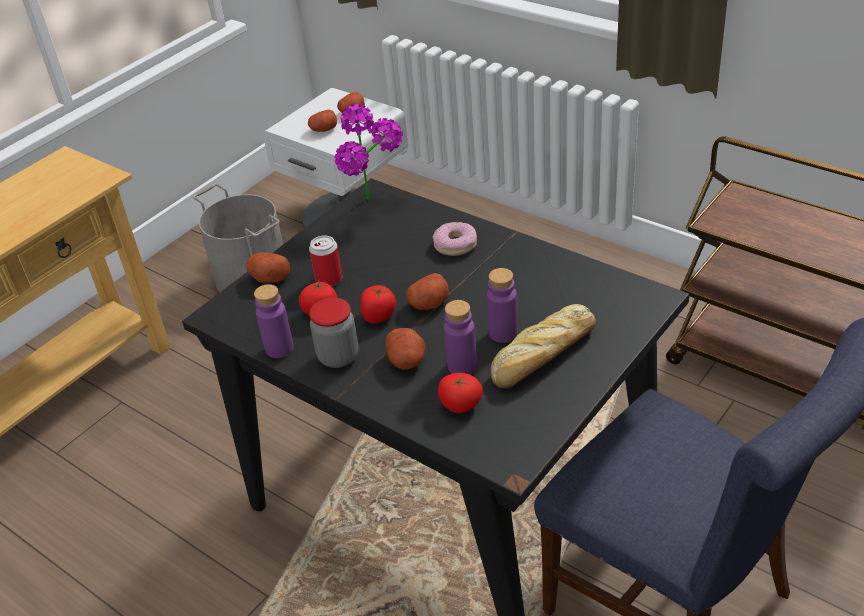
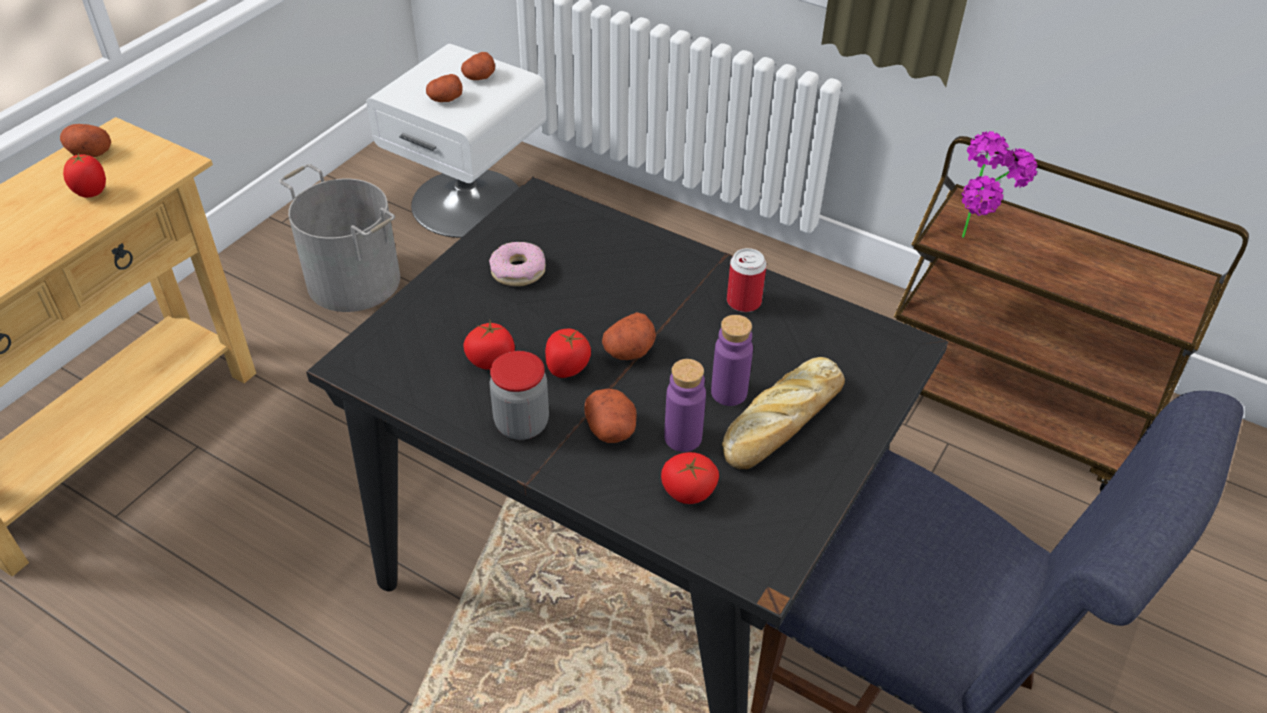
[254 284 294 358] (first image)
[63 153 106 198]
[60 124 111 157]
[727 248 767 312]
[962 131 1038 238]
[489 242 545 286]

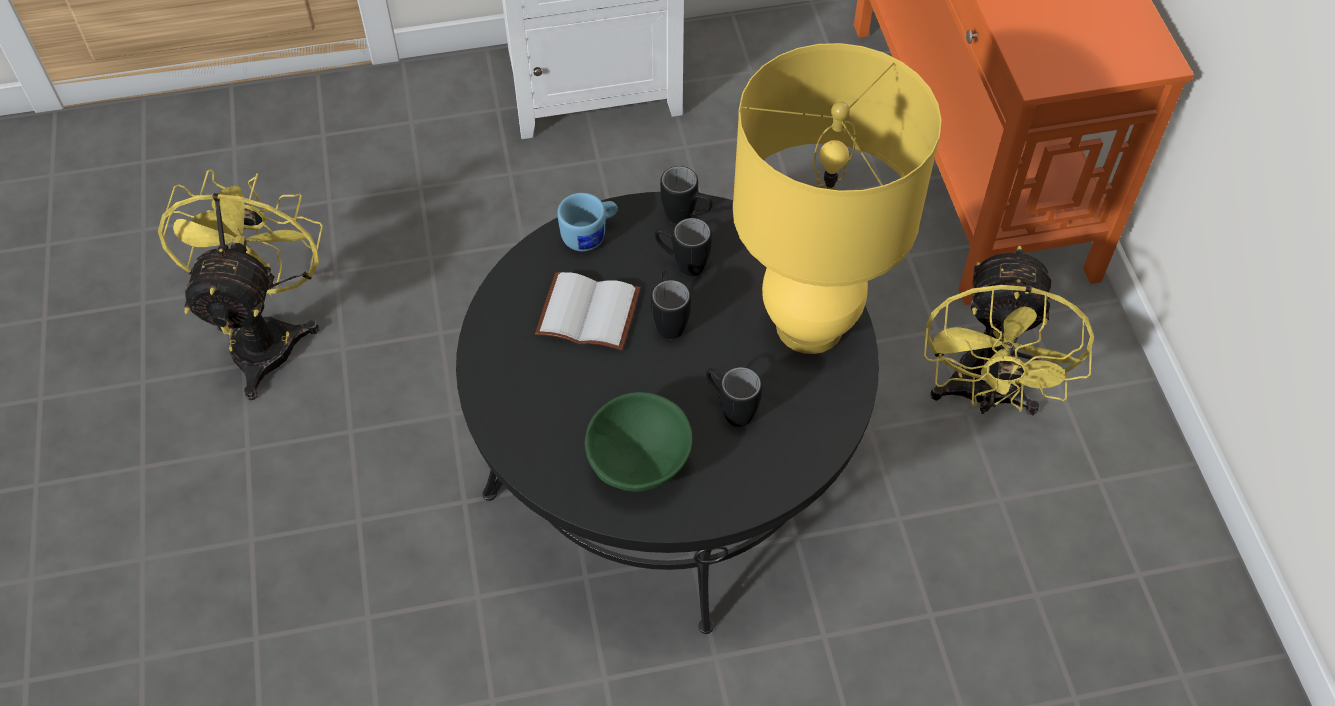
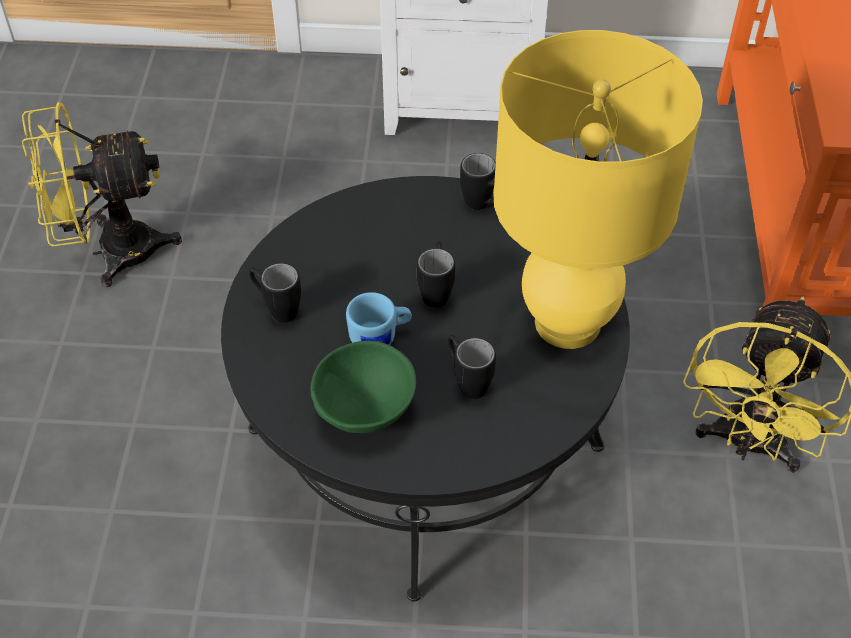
[535 272 640 351] (first image)
[346 292 412 345]
[249 263 301 323]
[22 102 182 287]

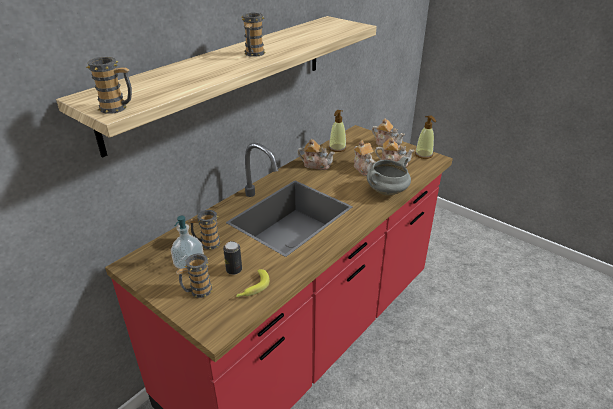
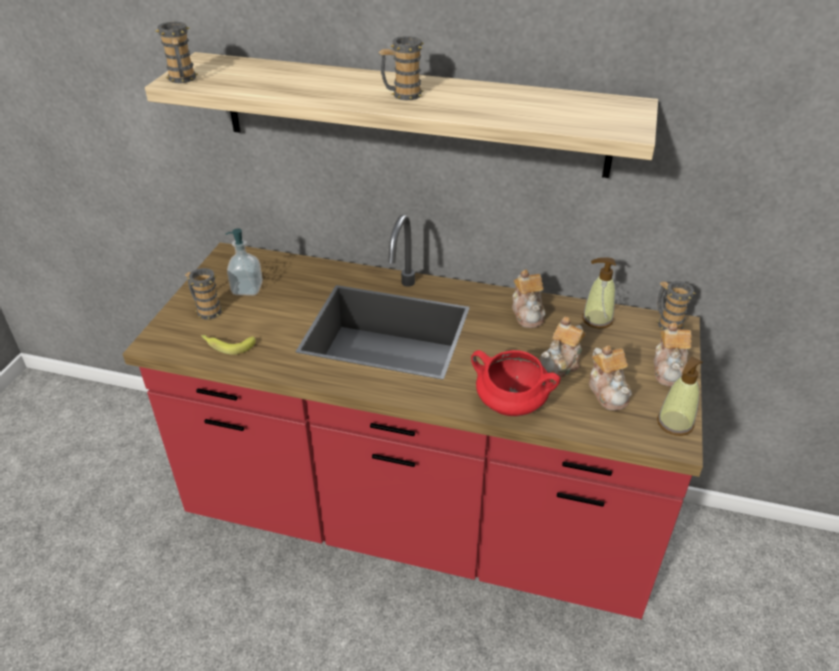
[223 241 242 275] (first image)
[657 281 695 330]
[471 350 560 416]

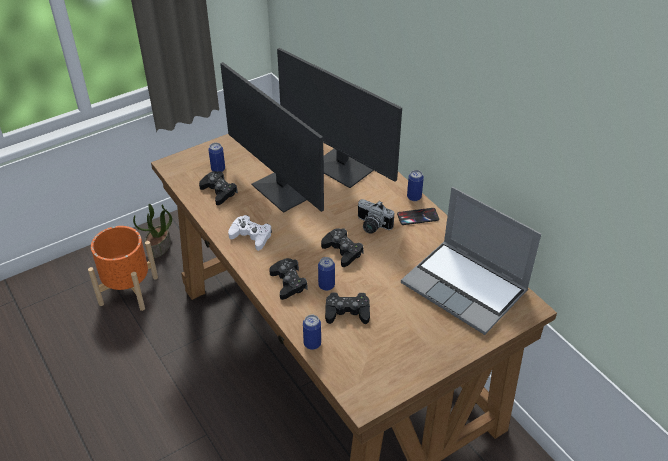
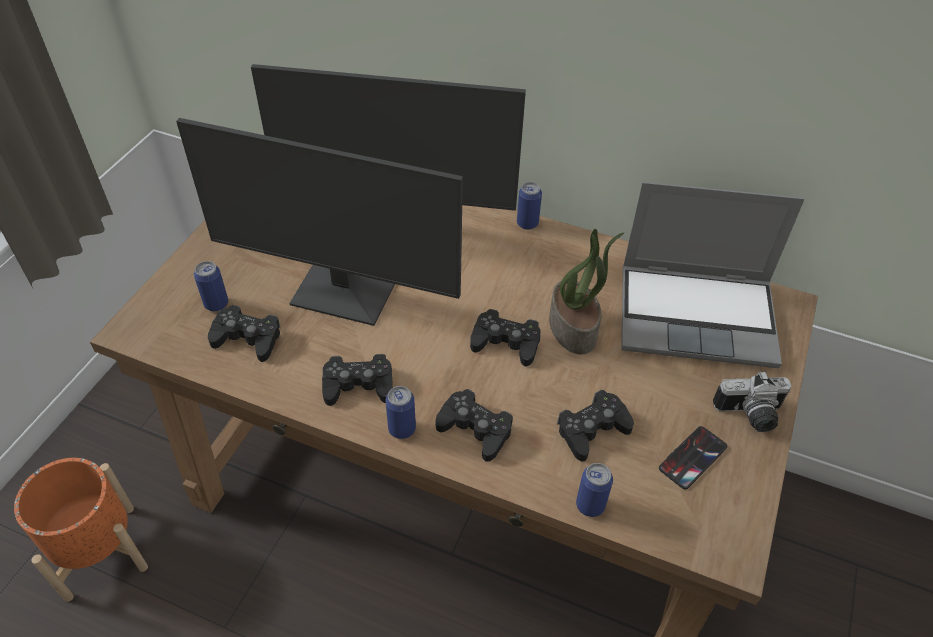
[549 229 624 355]
[385 386 416 439]
[713 371 791 432]
[659 426 727 489]
[322 354 393 406]

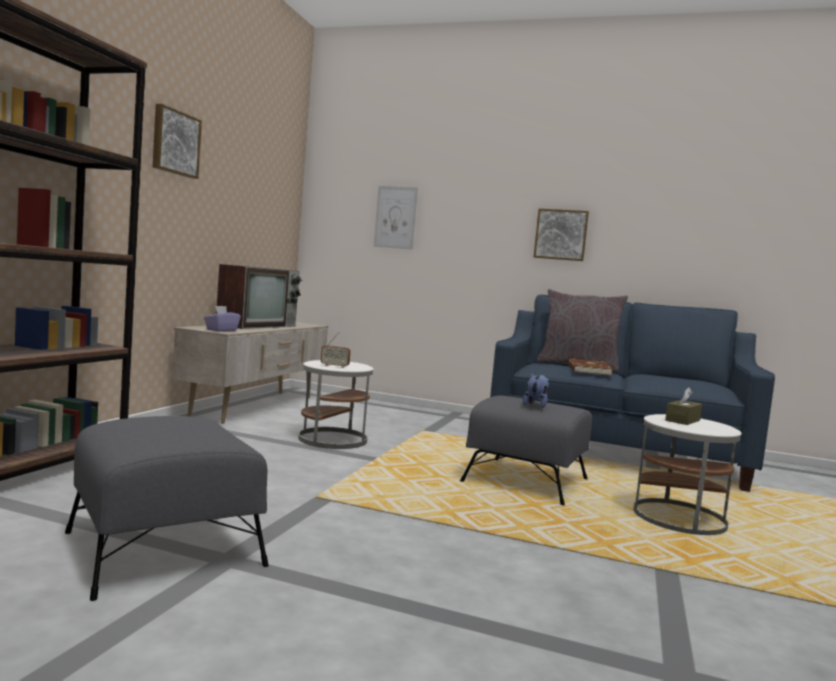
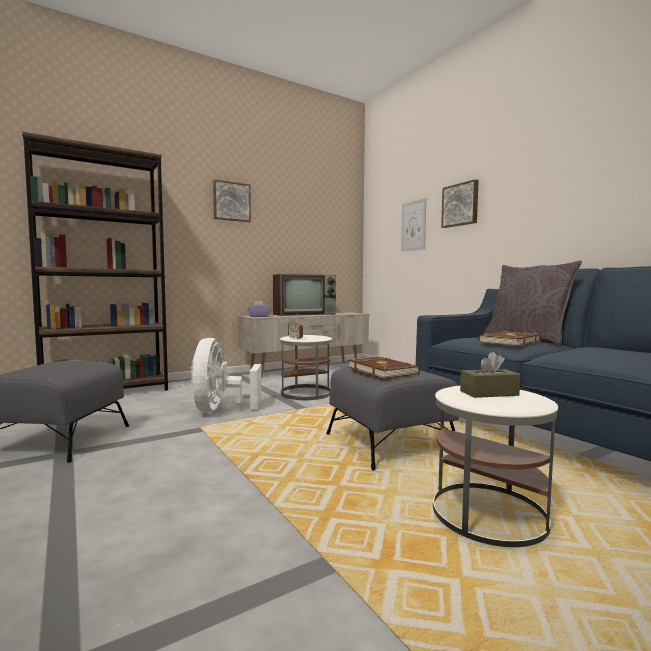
[191 338 262 412]
[441 179 479 228]
[348 356 420 379]

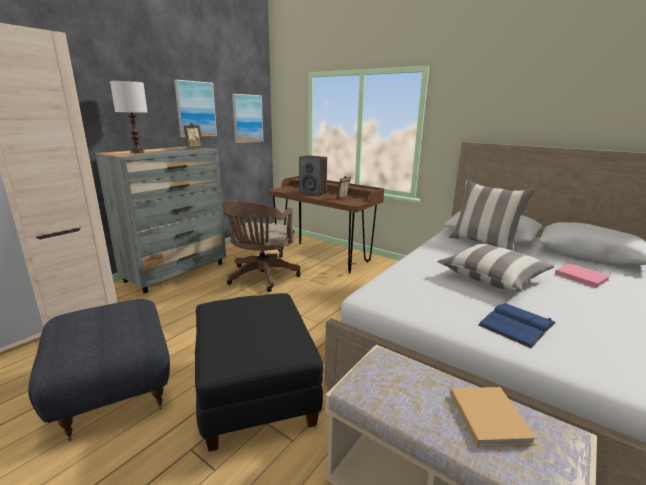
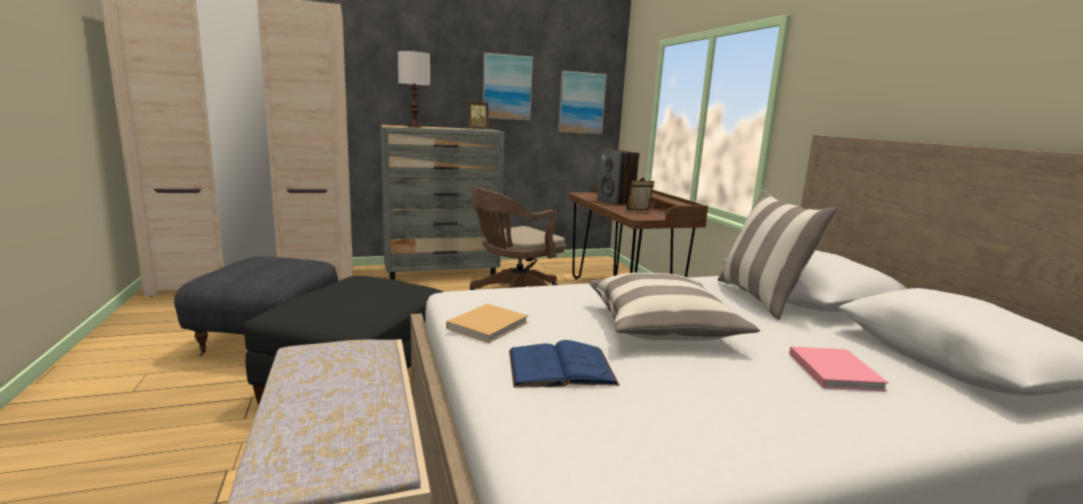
[446 304 528 343]

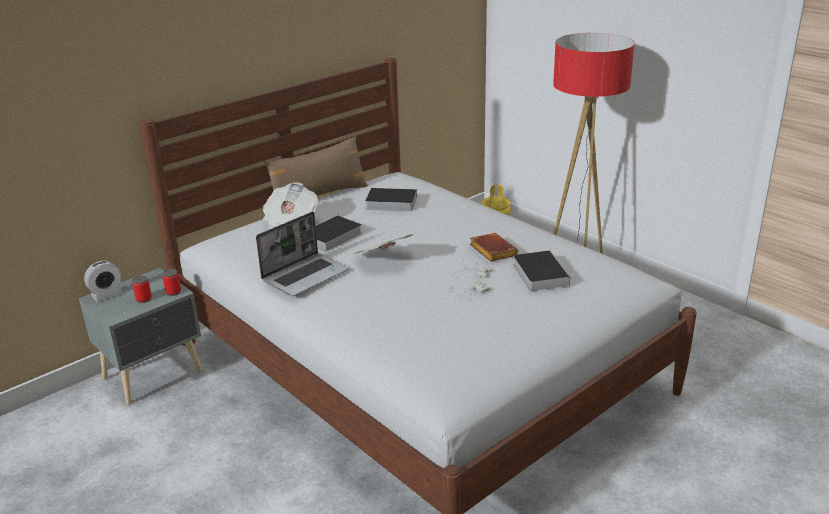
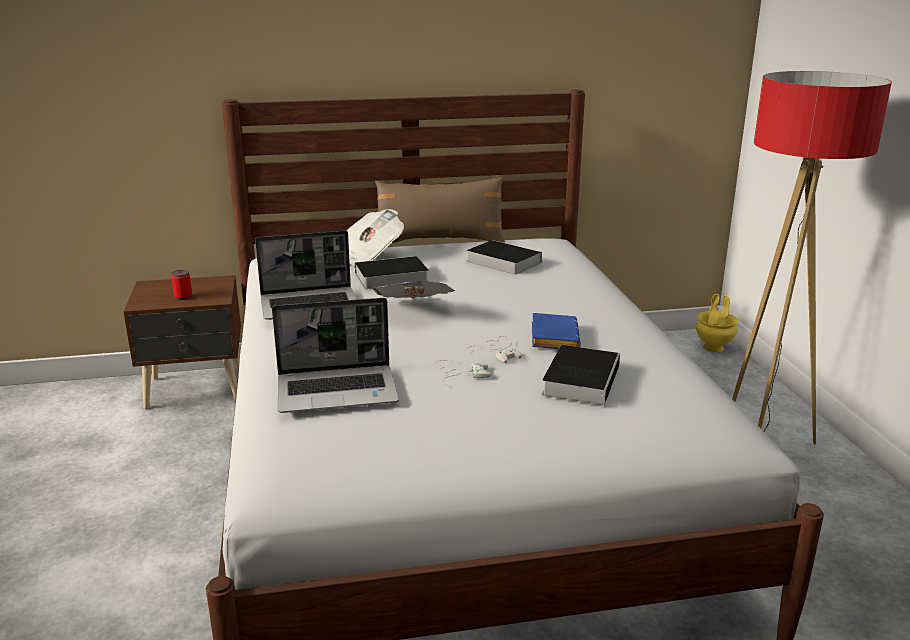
[84 261 123 302] (first image)
[162 269 181 296] (first image)
[272 298 399 413]
[123 275 241 409]
[532 313 581 349]

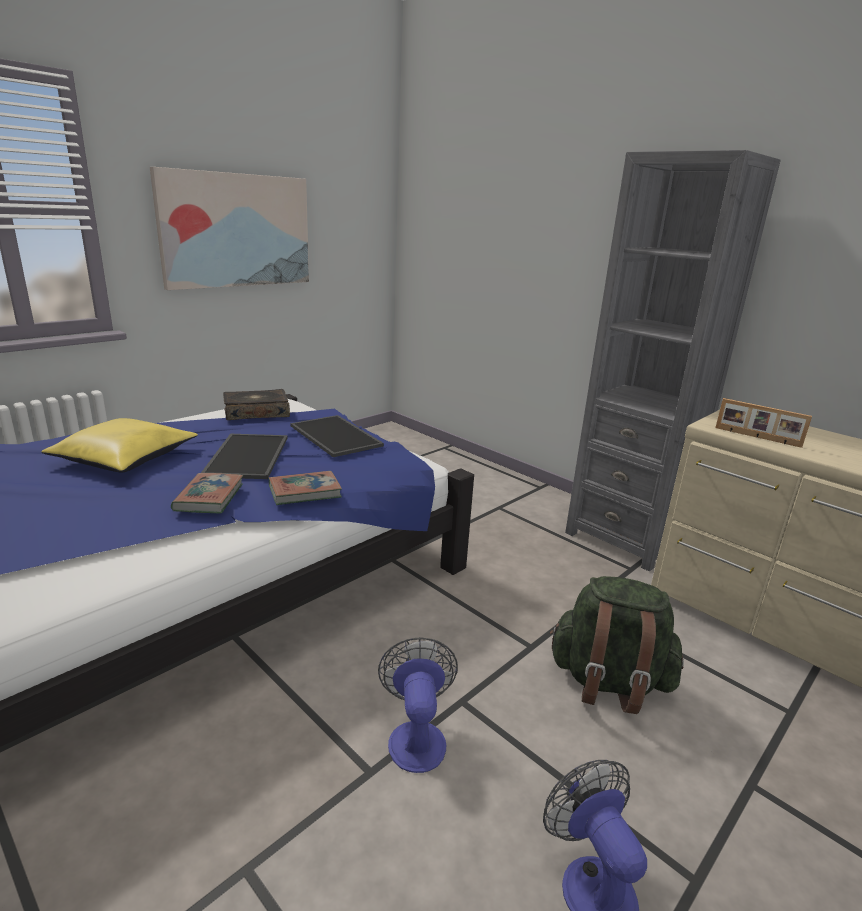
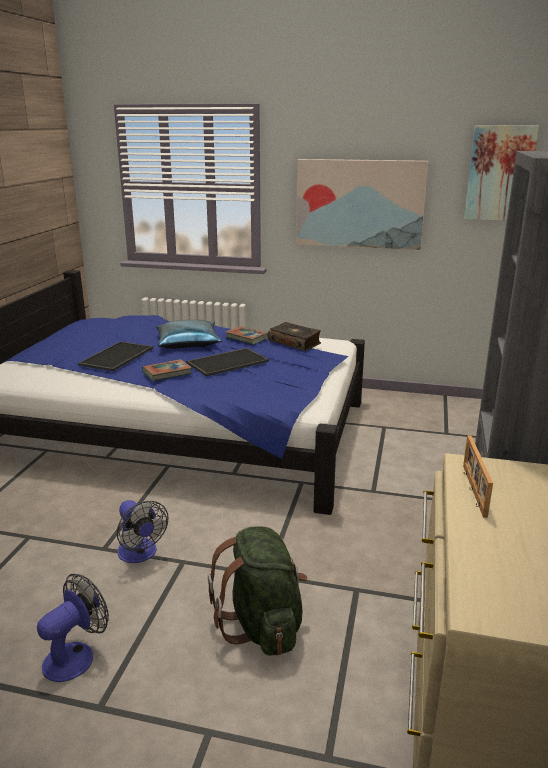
[464 125 539 221]
[225 326 268 345]
[78 341 153 371]
[156 320 222 349]
[117 500 168 563]

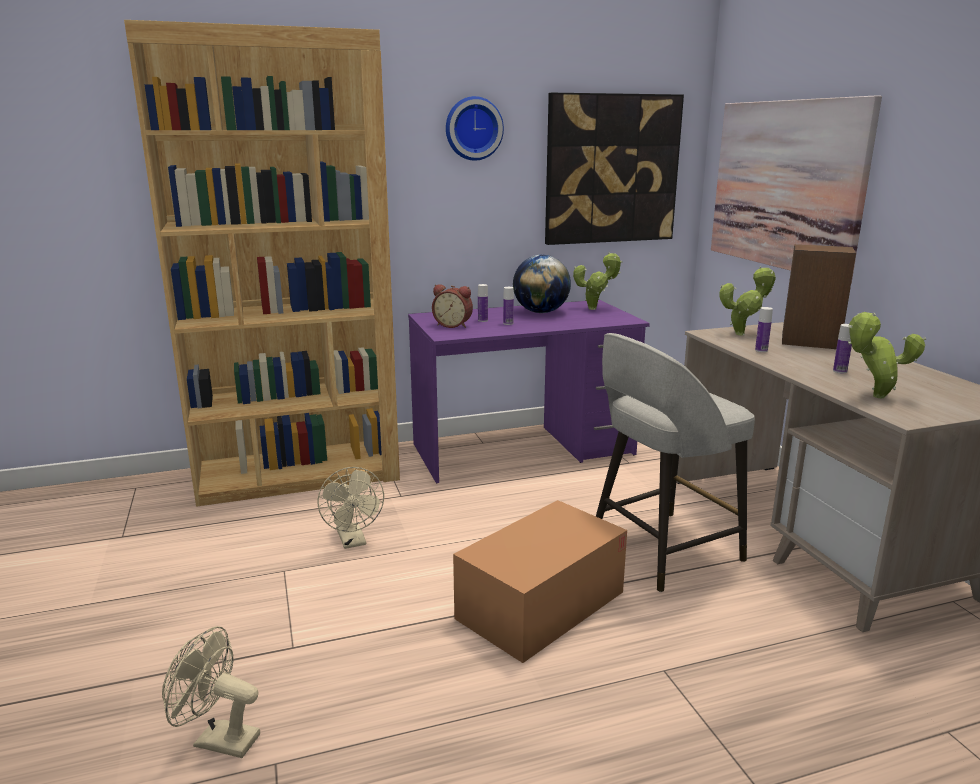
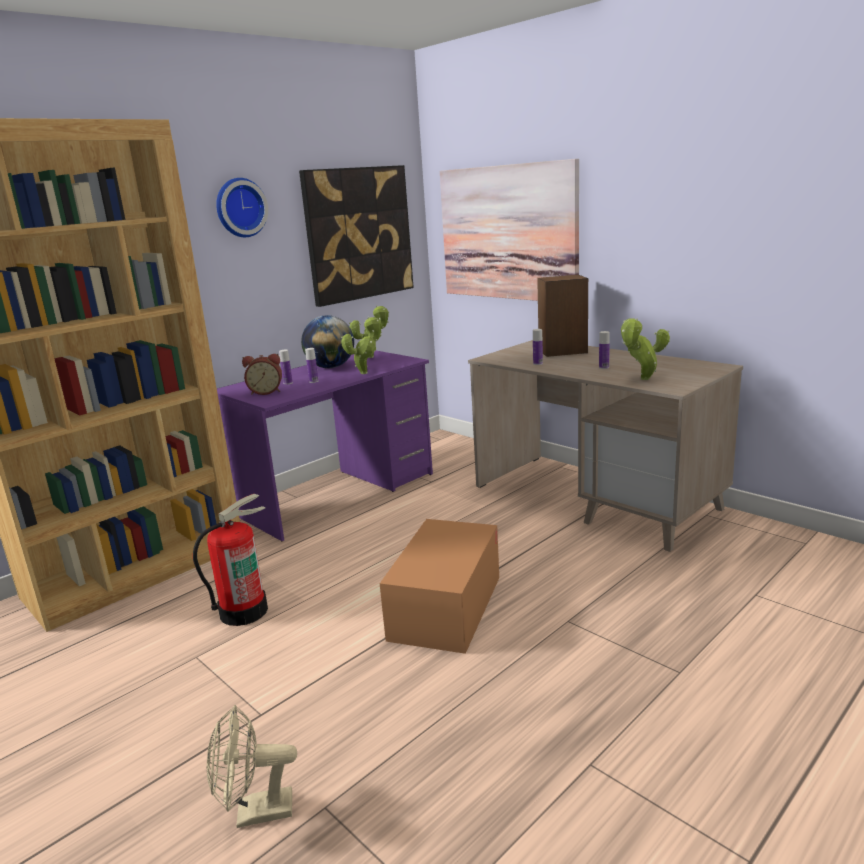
[596 333 755 592] (first image)
[341 317 381 374]
[193 494 268 626]

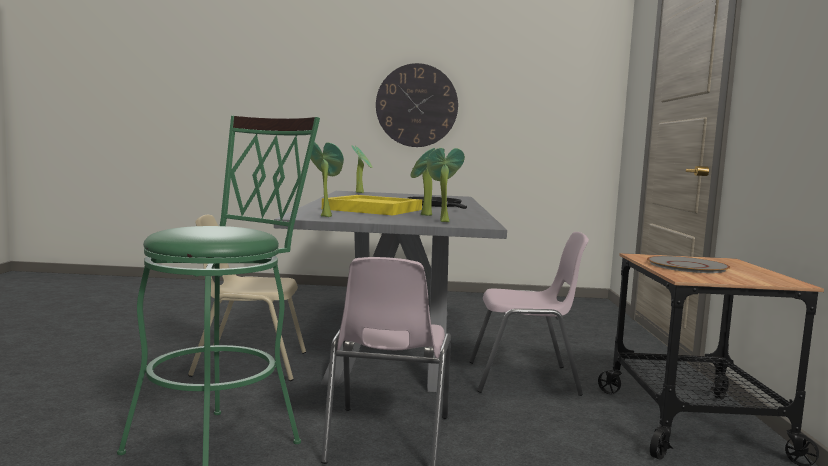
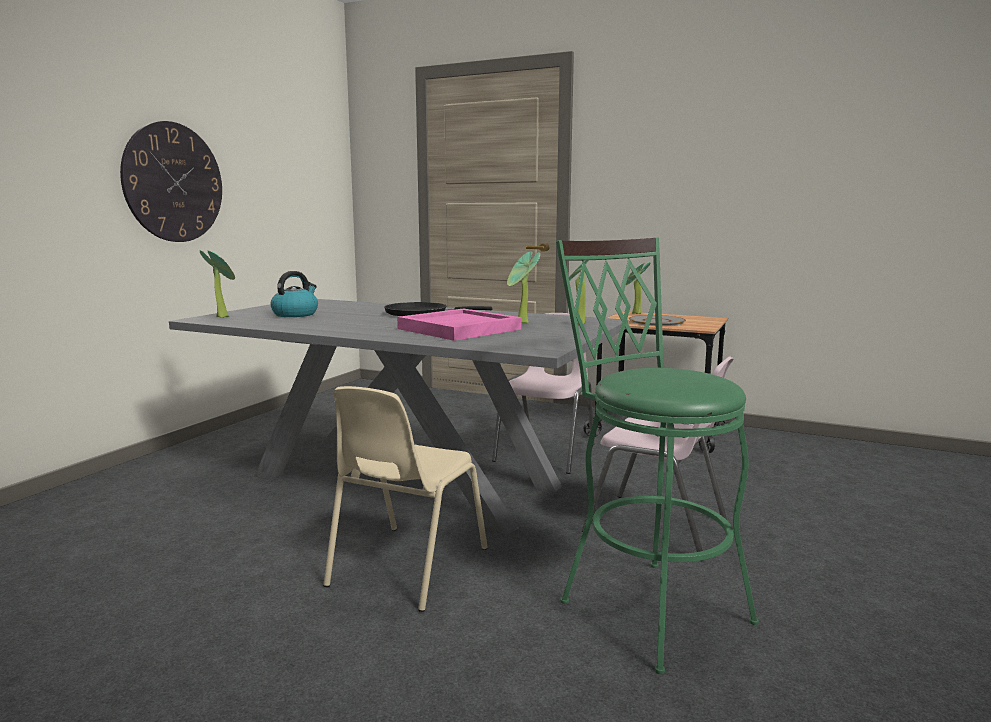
[270 271 318 317]
[626 262 650 314]
[397 308 521 341]

